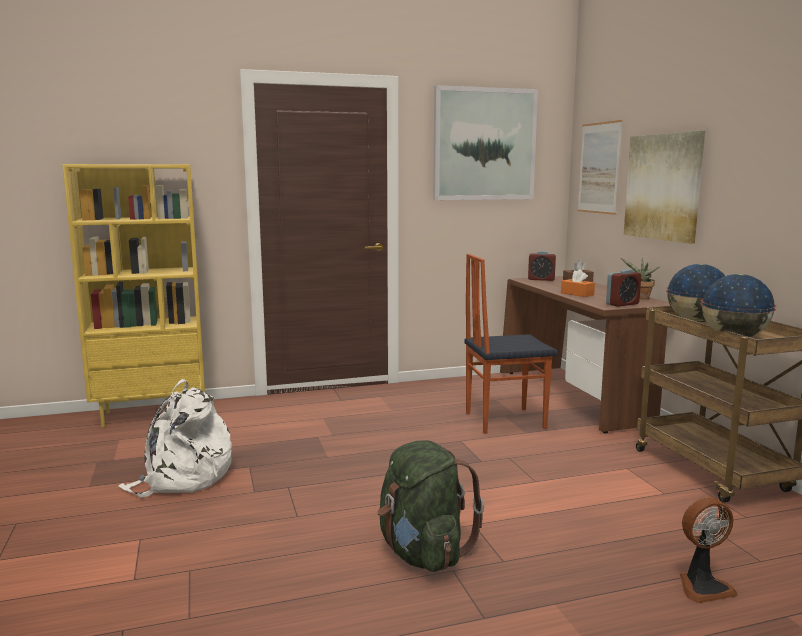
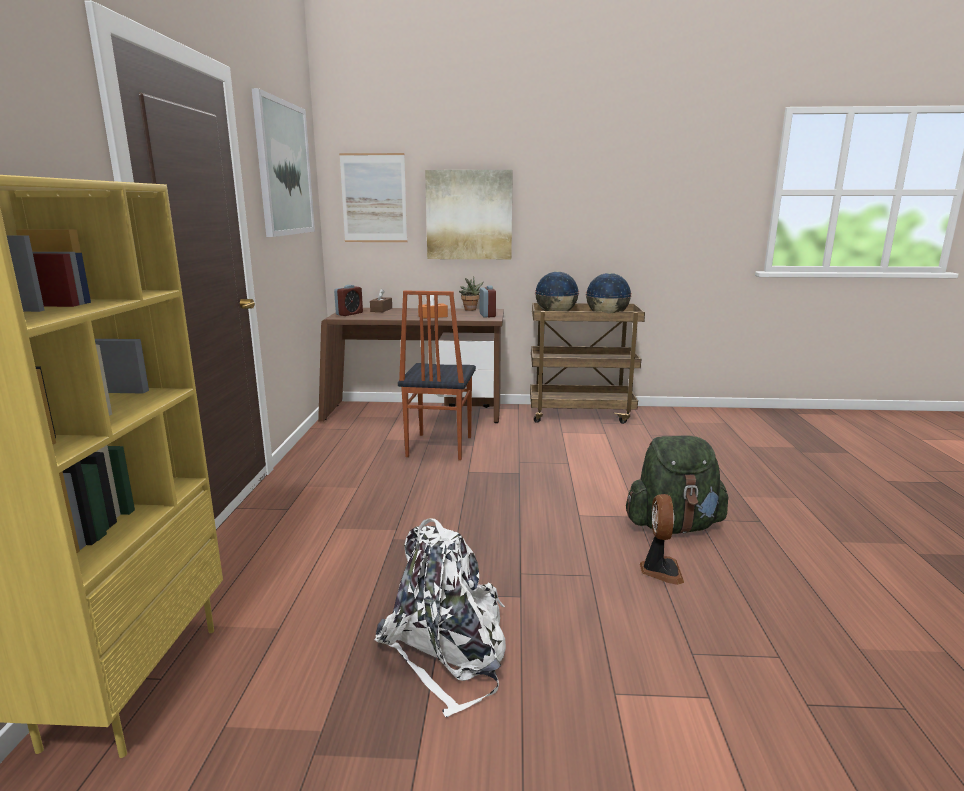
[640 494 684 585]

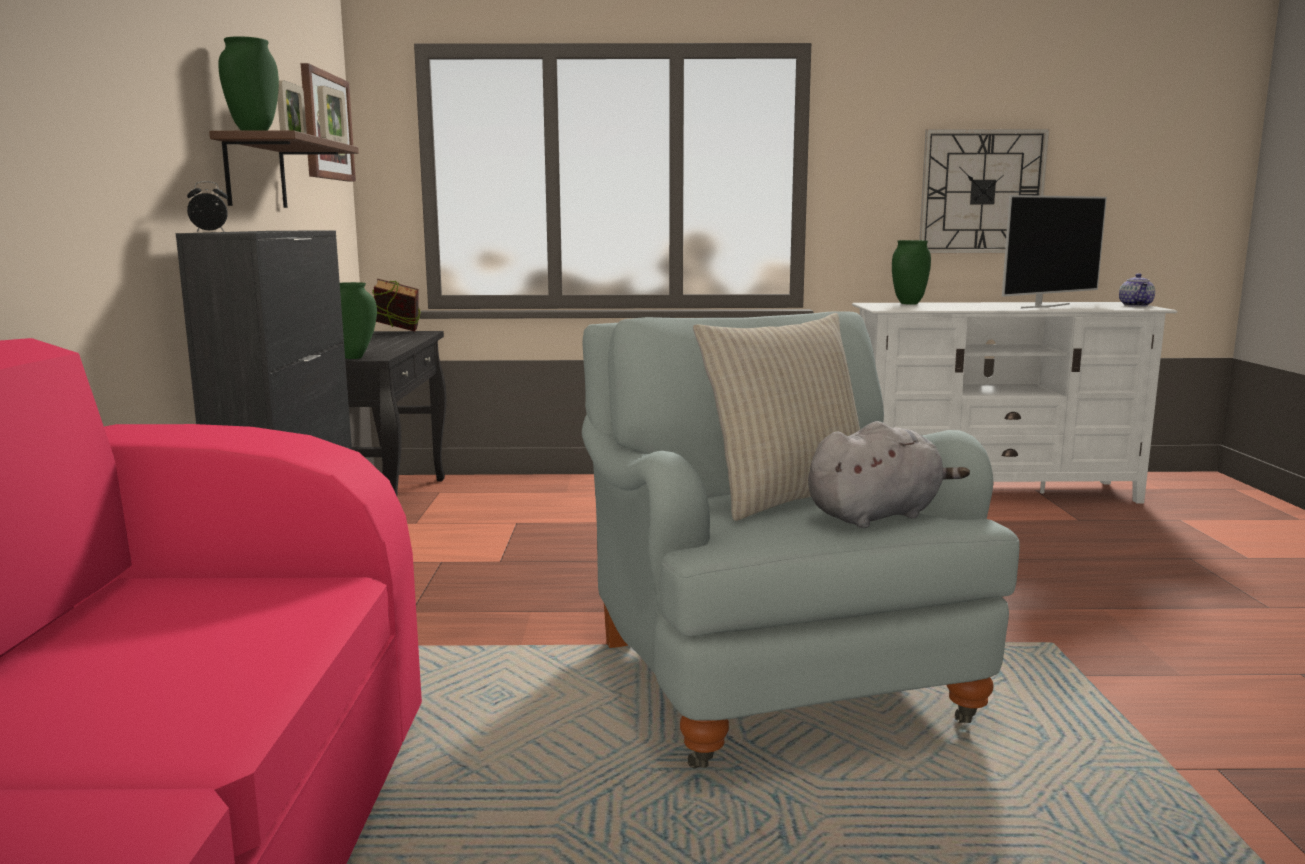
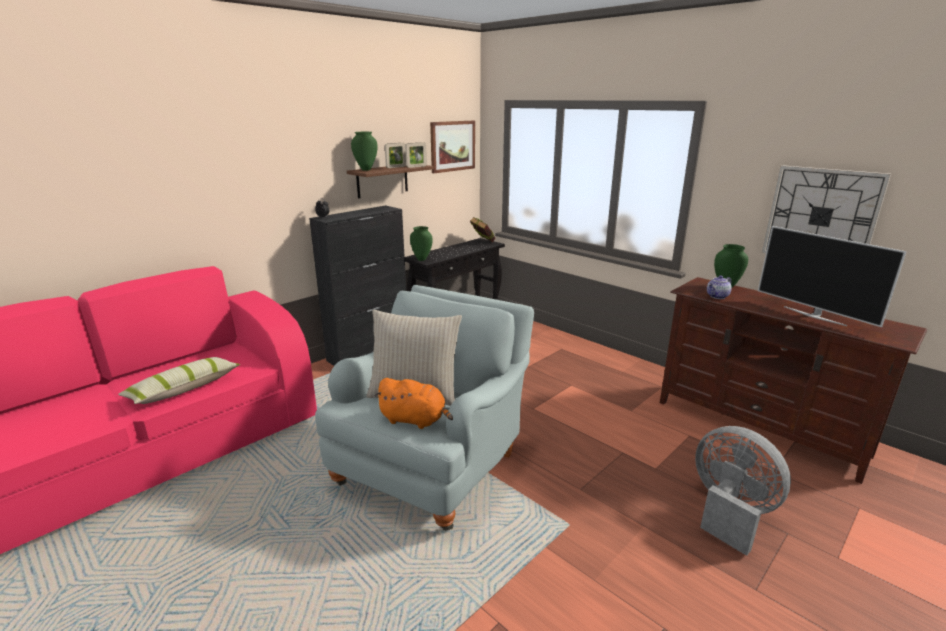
[118 357 240 404]
[695 426 791 556]
[707 275 732 299]
[375 378 453 429]
[660 277 927 484]
[758 226 907 327]

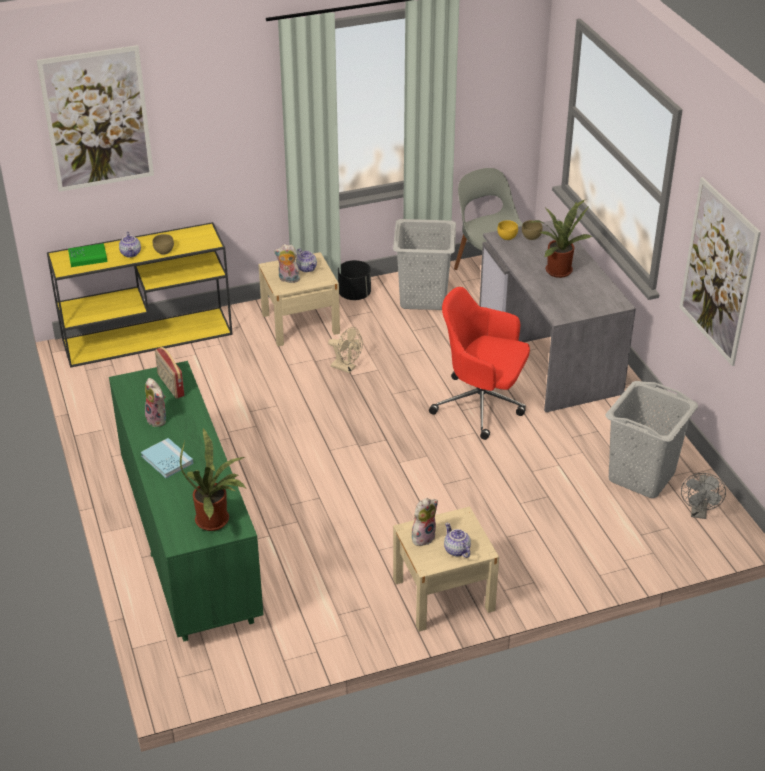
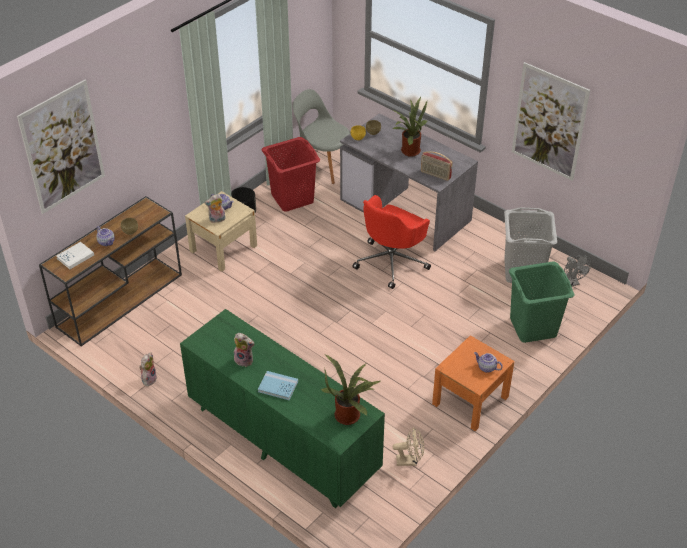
[509 261 574 343]
[421 151 453 181]
[392 427 424 466]
[139 353 157 386]
[39 196 182 346]
[56 242 94 269]
[262 137 320 212]
[432 335 515 431]
[352 195 431 289]

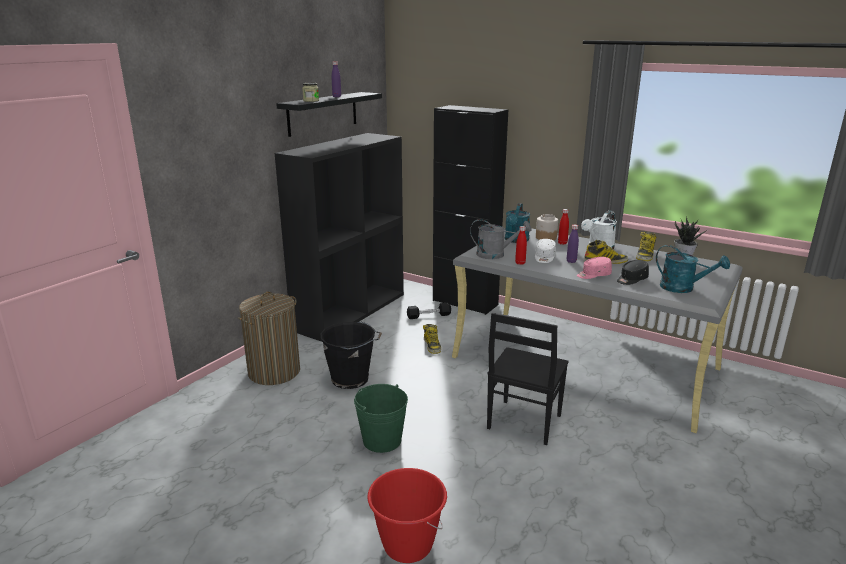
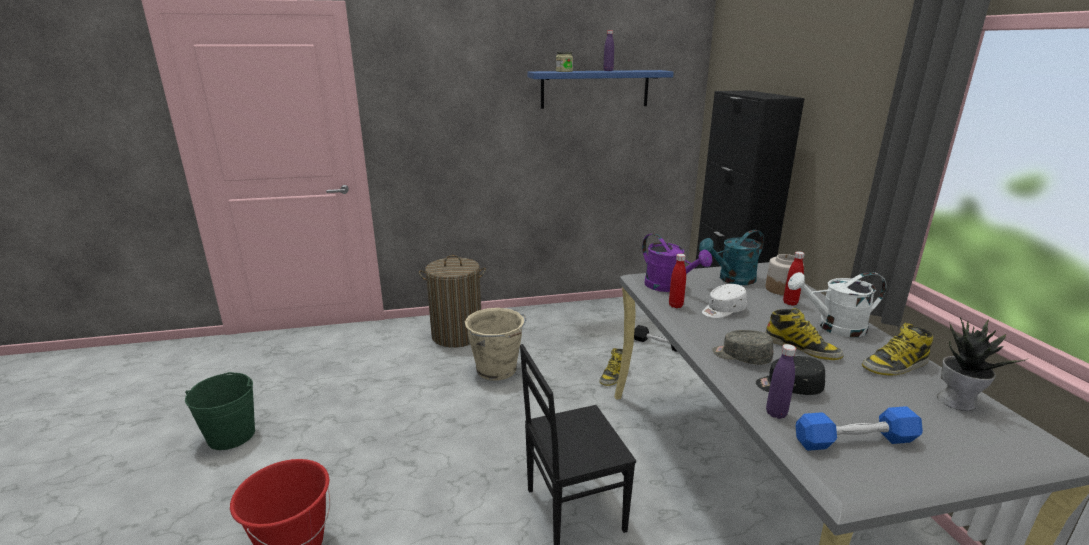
[275 133 404 342] (first image)
[185 372 255 450]
[766 344 796 419]
[796 406 923 451]
[528 70 674 109]
[465 308 526 381]
[642 233 712 292]
[712 330 773 365]

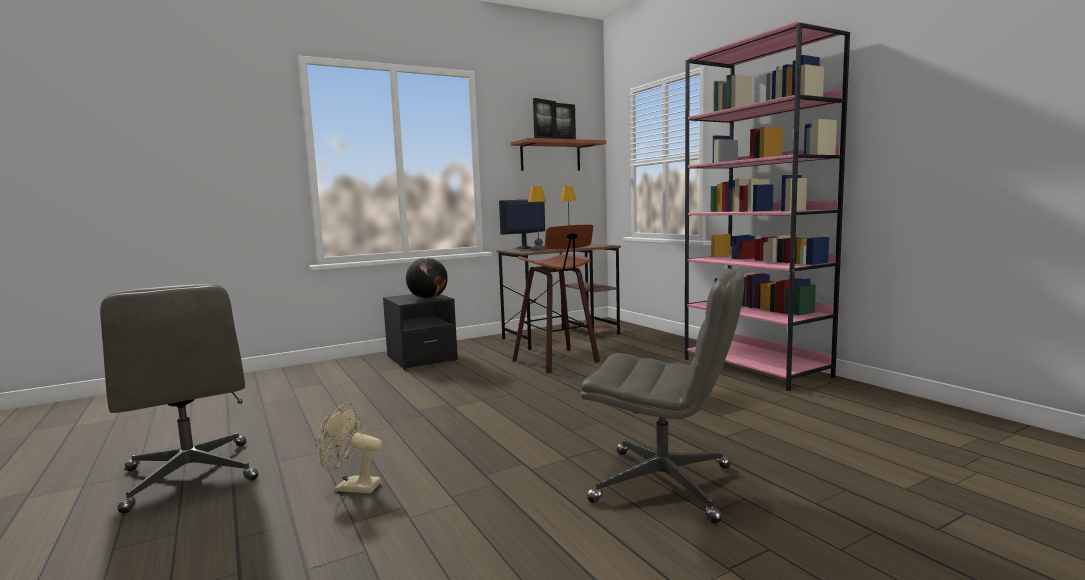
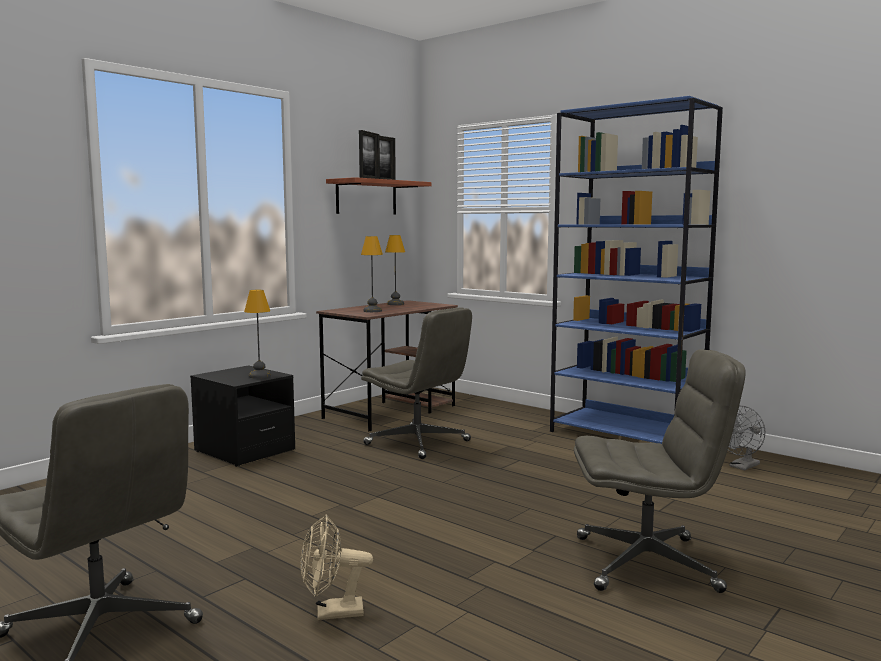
[499 200 545 250] (first image)
[728 406 765 471]
[244 290 271 379]
[361 308 472 459]
[550 96 723 444]

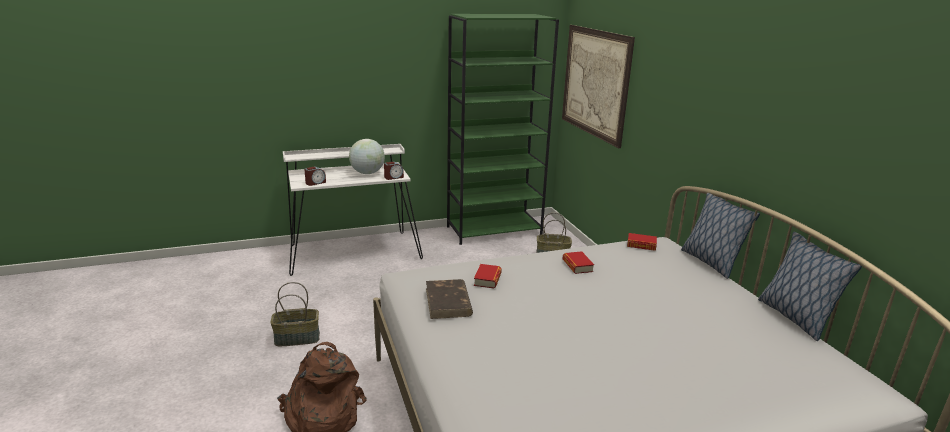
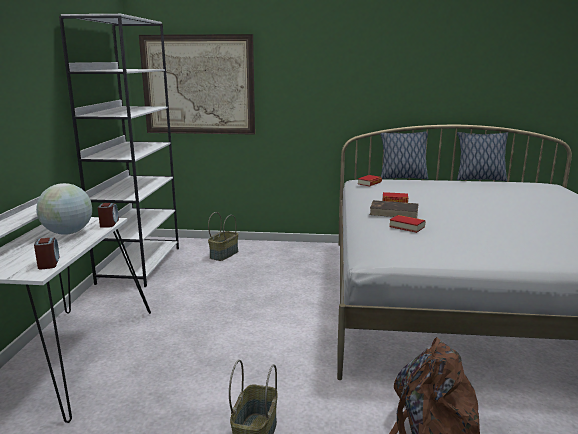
[370 200 418 218]
[59 14 179 287]

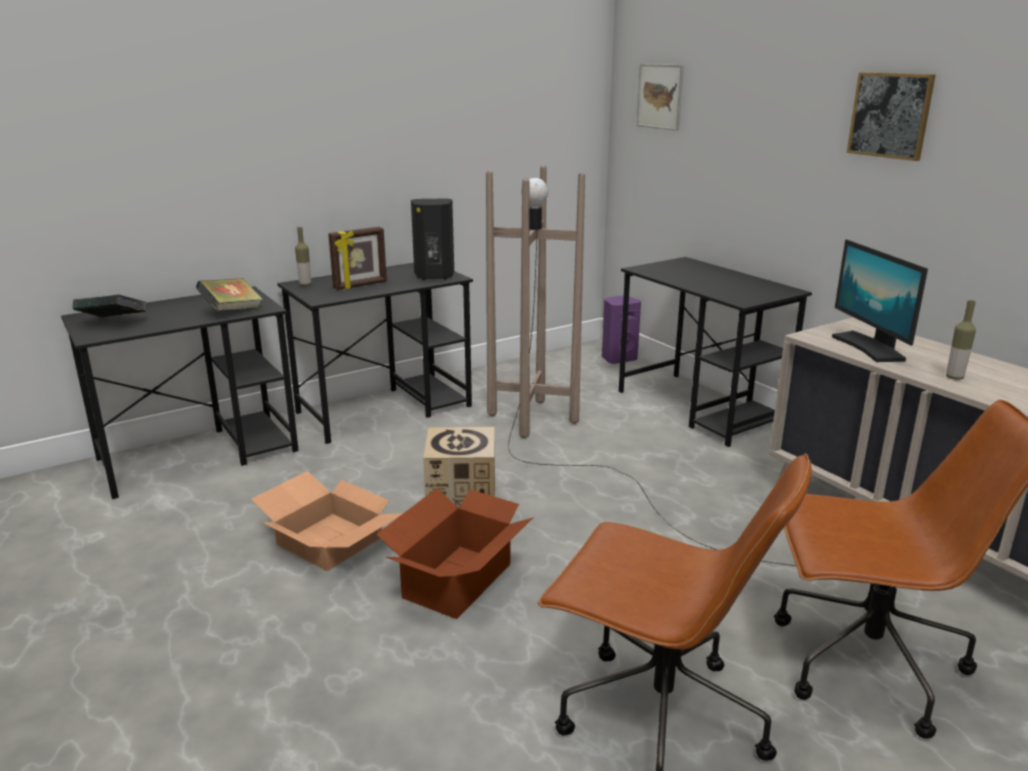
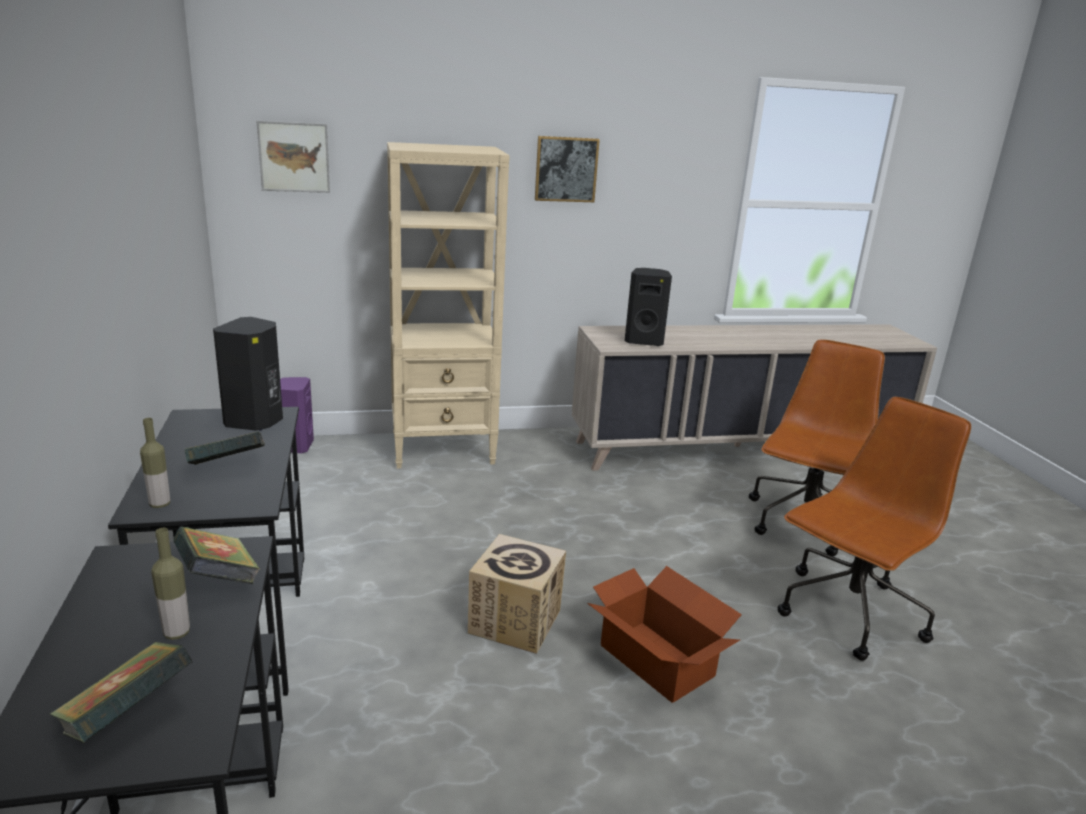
[251 471 403 571] (first image)
[486 165 796 566] (first image)
[151 528 190 640]
[184 432 265 465]
[387 142 510 468]
[625 268 672 346]

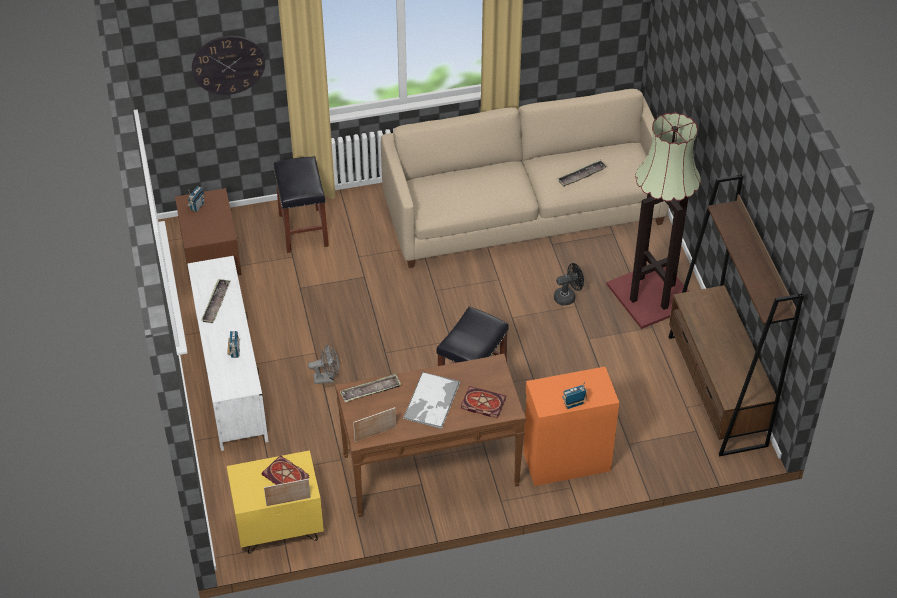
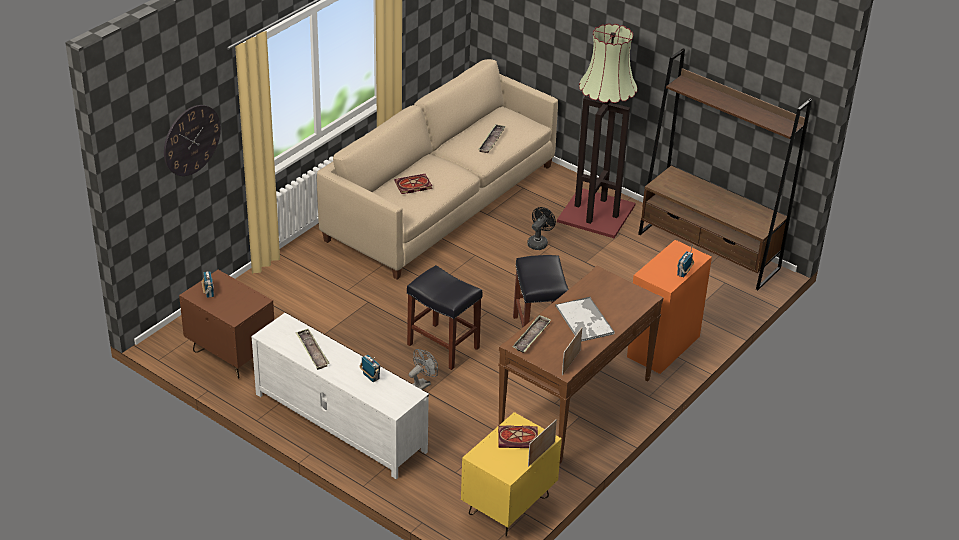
[407 265 483 370]
[394 174 432 194]

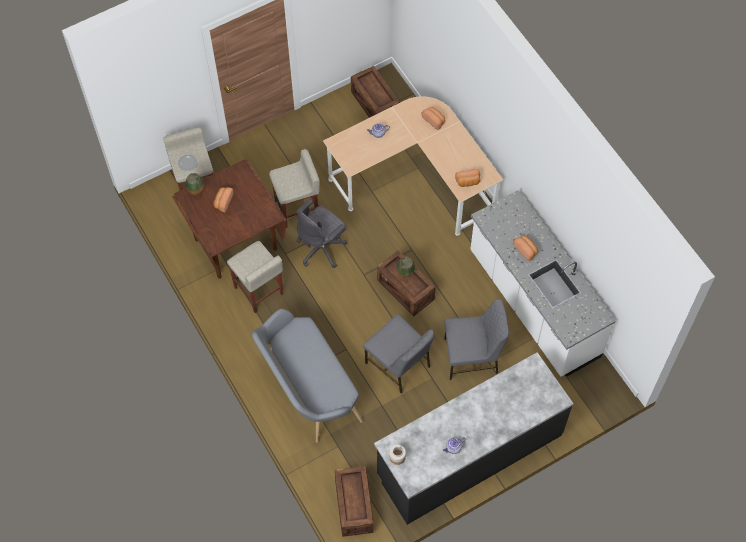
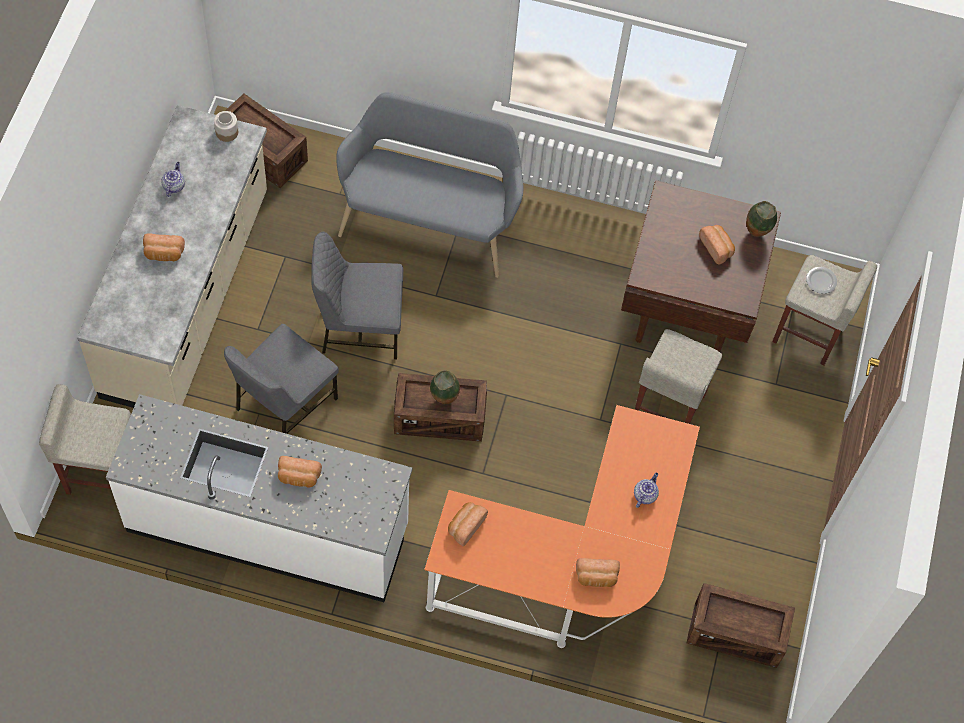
[296 199 347 268] (first image)
[143 234 185 261]
[39 384 131 495]
[424 405 700 648]
[77 105 267 408]

